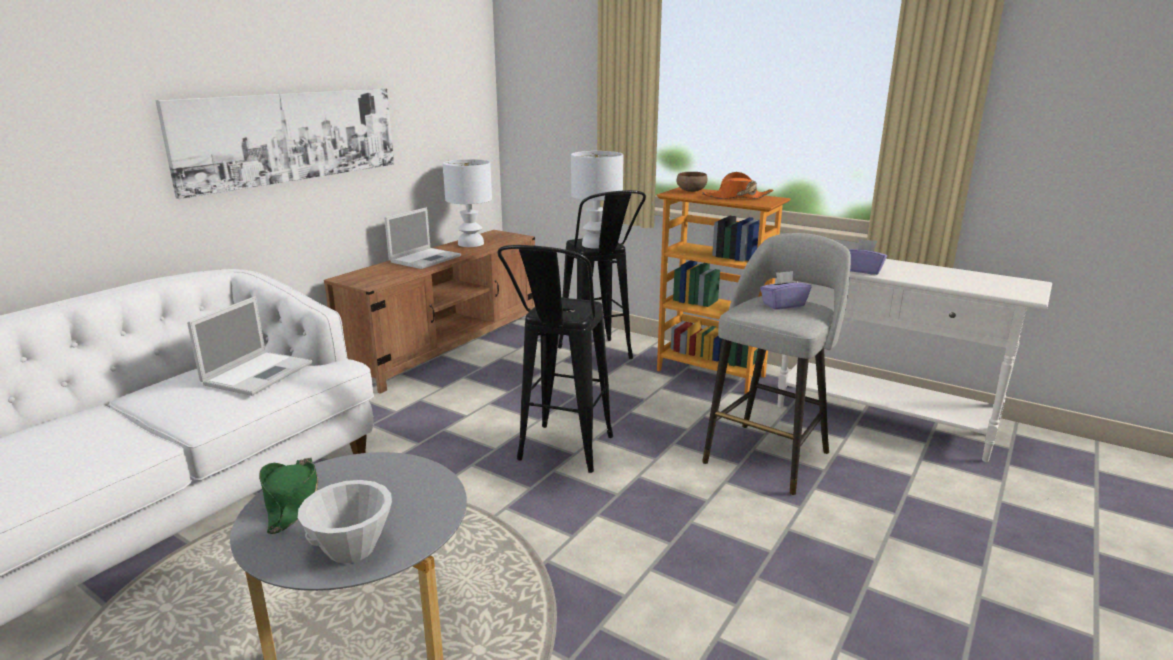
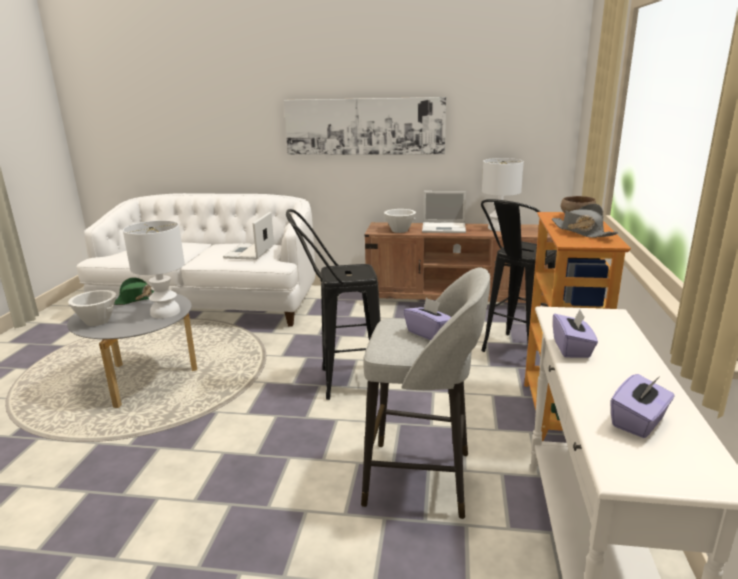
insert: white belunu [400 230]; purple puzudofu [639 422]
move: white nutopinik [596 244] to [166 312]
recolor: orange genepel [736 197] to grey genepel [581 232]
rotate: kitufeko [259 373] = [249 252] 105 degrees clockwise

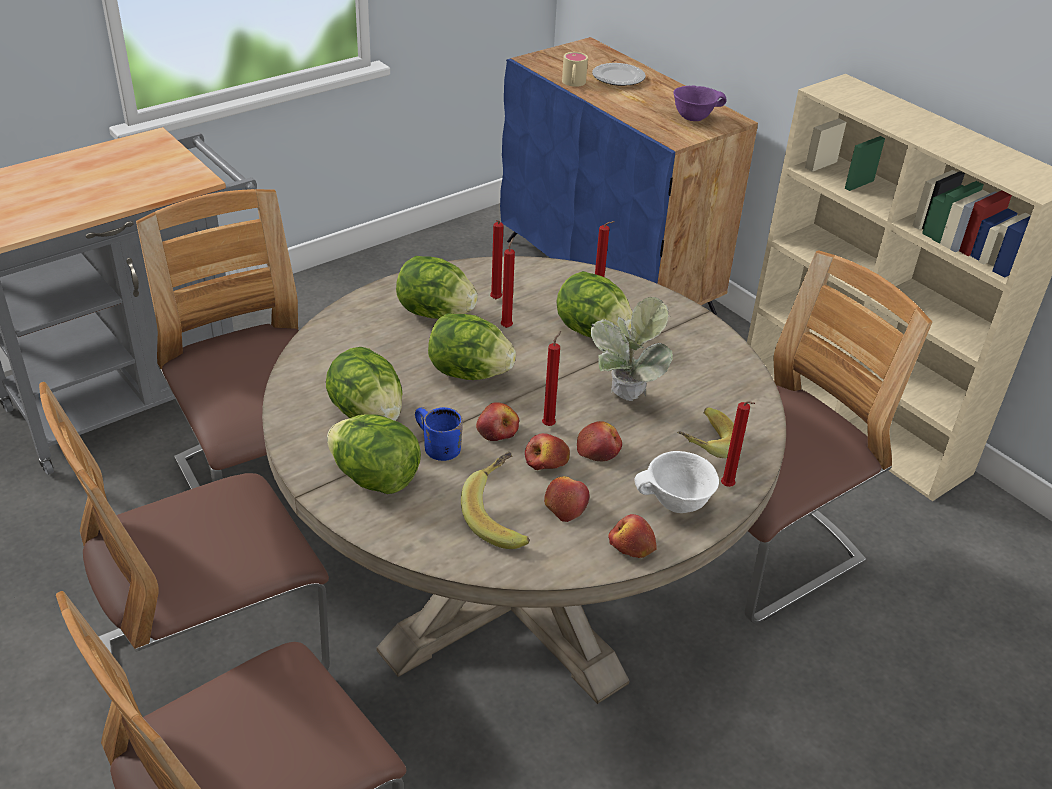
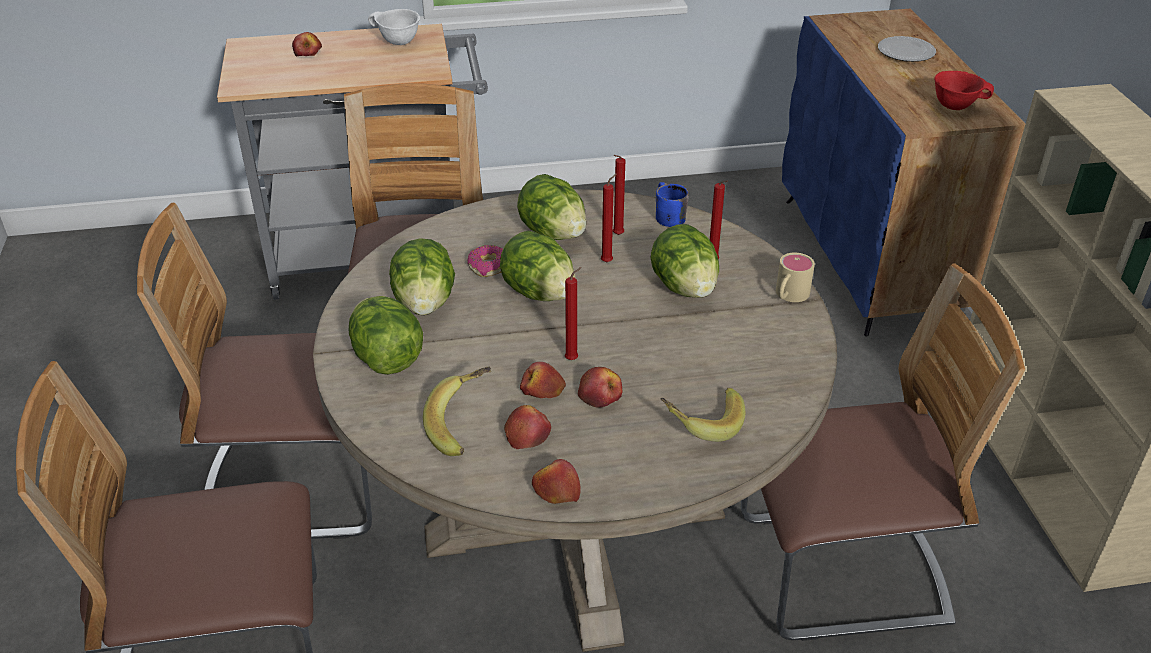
delete: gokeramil [623 402]; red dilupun [728 487]
insert: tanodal [489 267]
move: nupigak [497 430] to [308 53]; white belunu [676 504] to [398 42]; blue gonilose [434 447] to [665 216]; beige gonilose [573 84] to [789 296]
recolor: purple belunu [693 117] to red belunu [955 106]

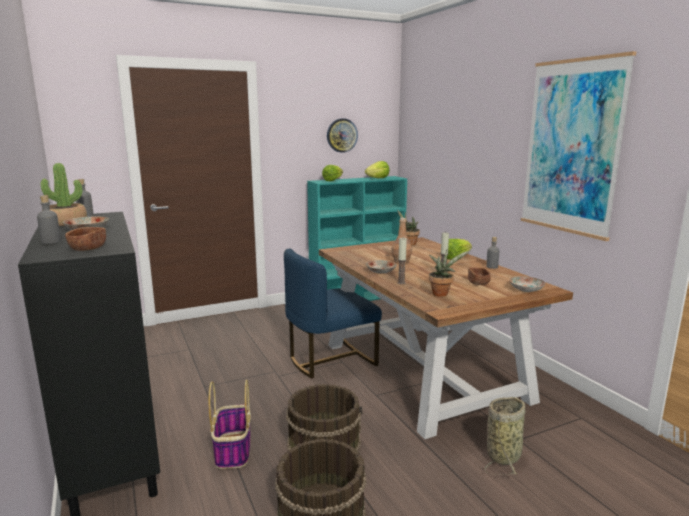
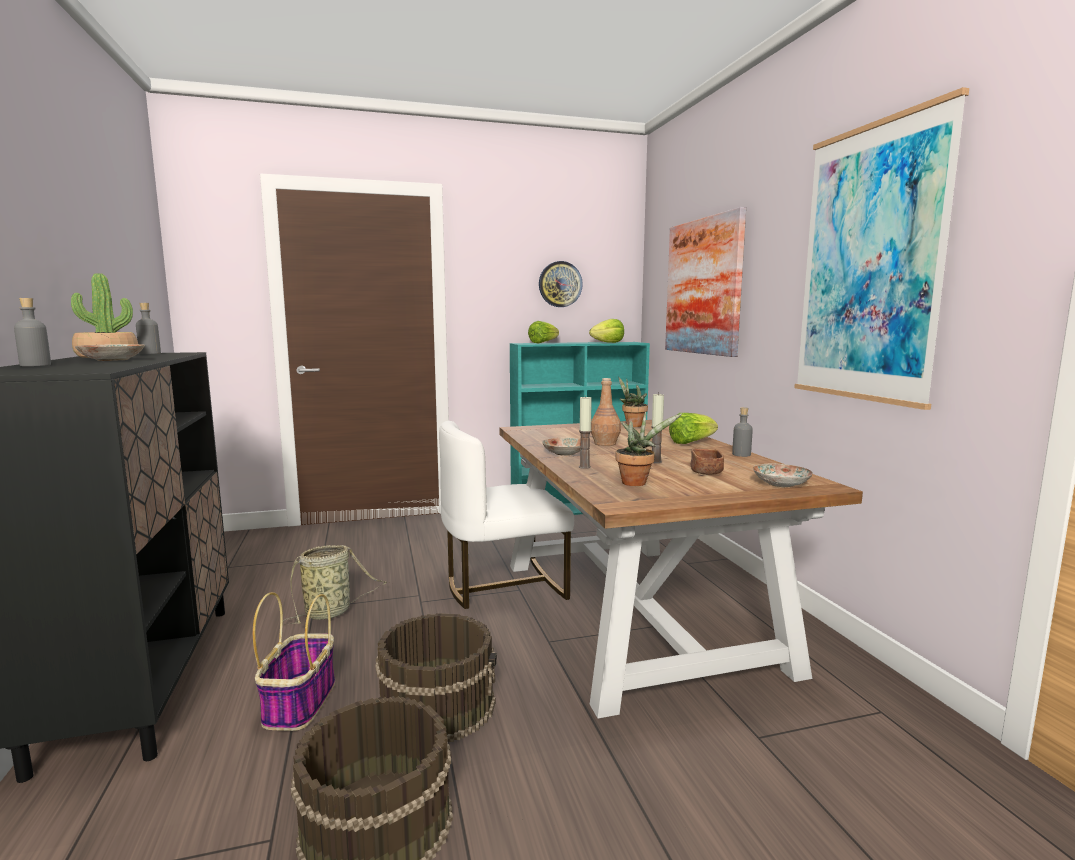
delete: brown belunu [88 248]
insert: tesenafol [703 287]
move: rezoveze [504 454] to [331 612]
recolor: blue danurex [330 360] to white danurex [503 586]

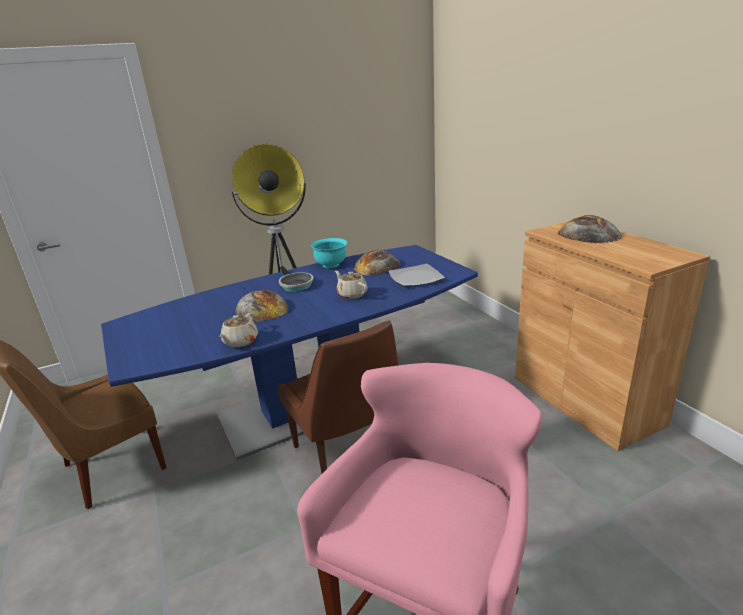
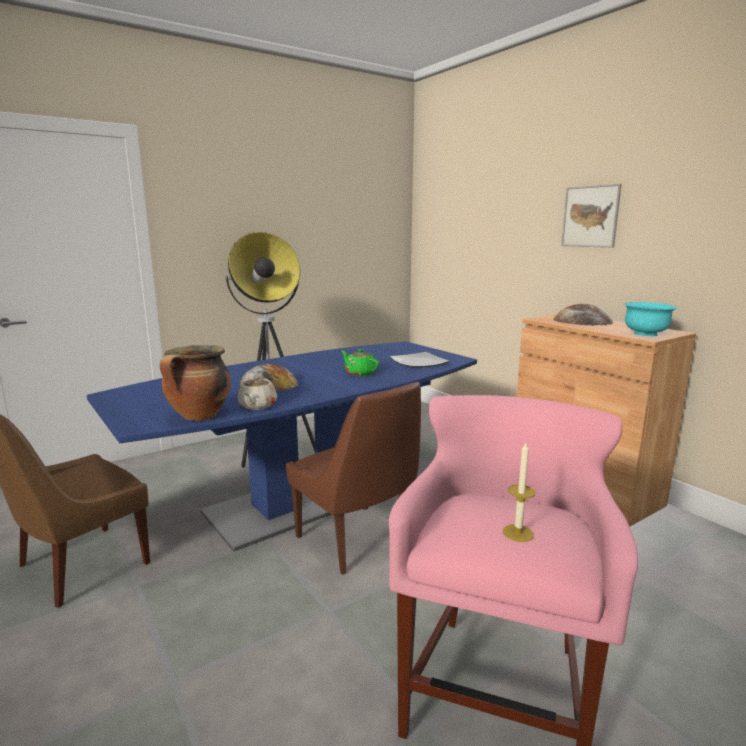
delete: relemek [295 285]; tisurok [377 266]
insert: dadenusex [199 417]; dilupun [518 533]; tesenafol [590 216]
move: turquoise belunu [331 265] to [645 334]
recolor: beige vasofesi [352 294] to green vasofesi [360 373]

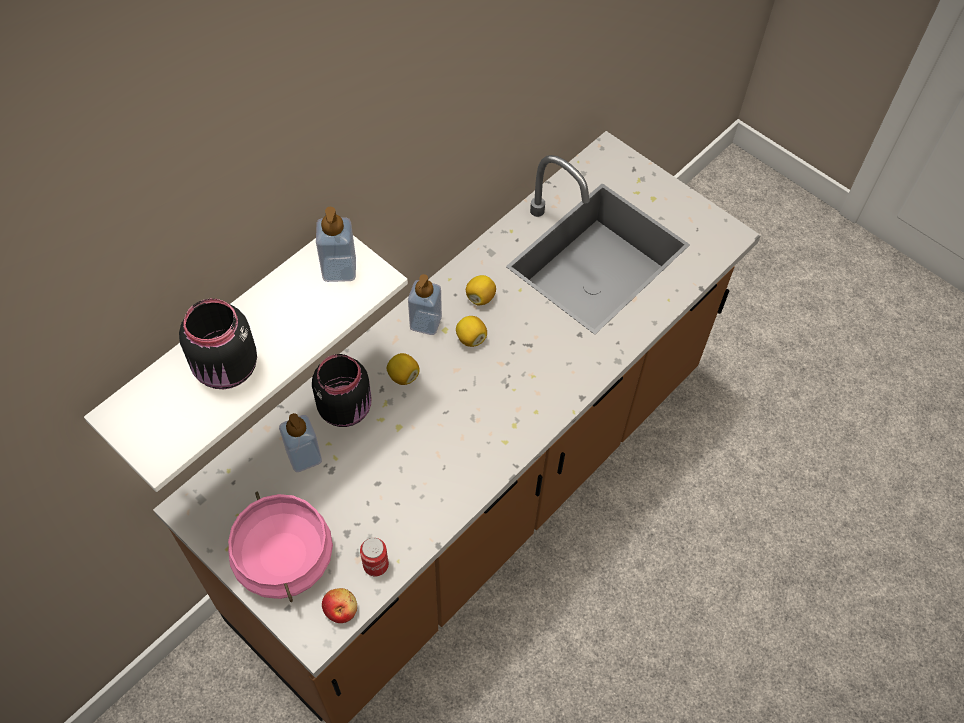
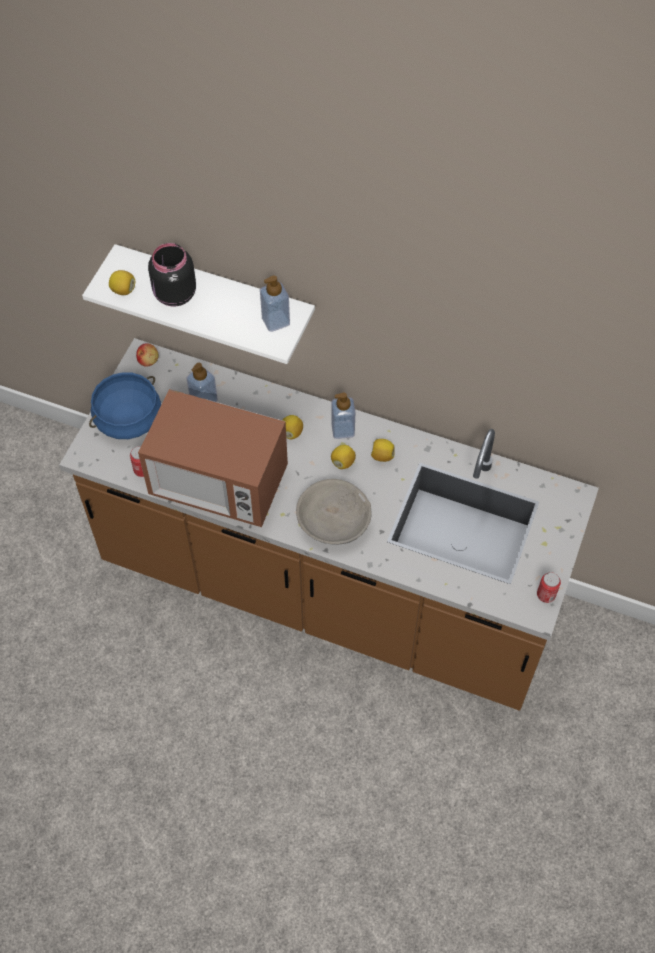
delete: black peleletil [347 408]
insert: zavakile [123 290]; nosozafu [218 483]; grey belunu [333 521]; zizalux [546 595]
move: nupigak [341 609] to [148 360]
recolor: pink dadenusex [283 557] to blue dadenusex [128 418]

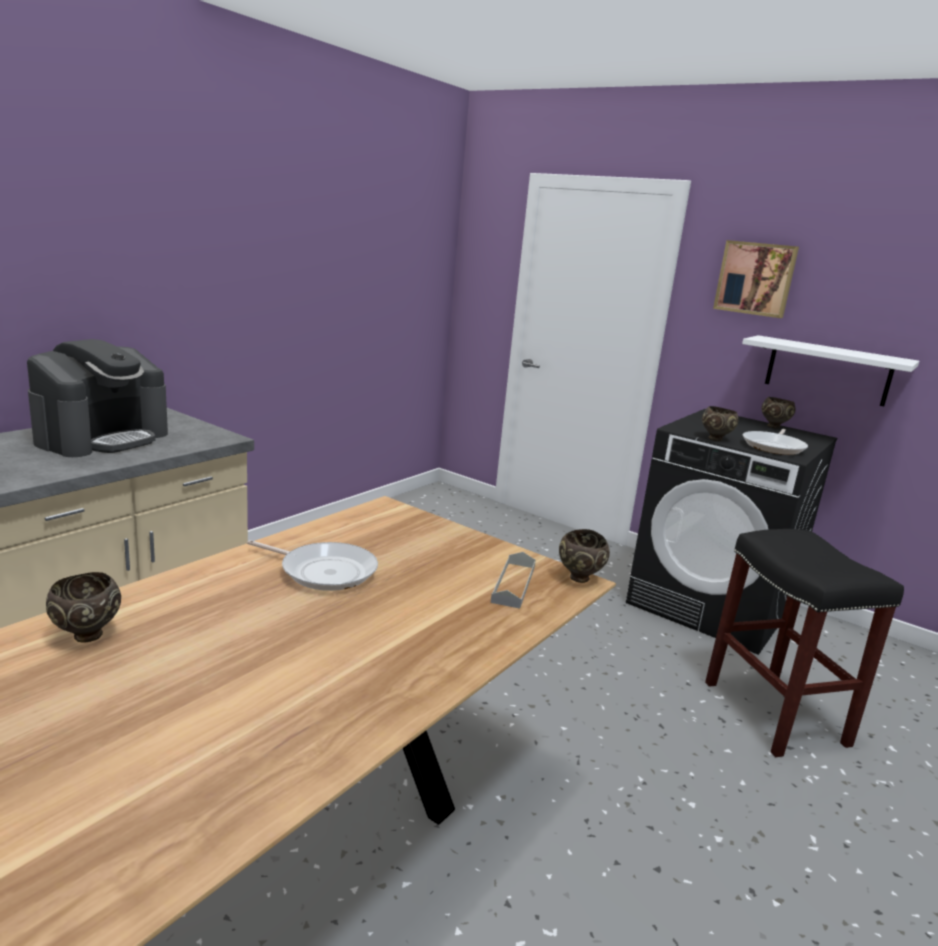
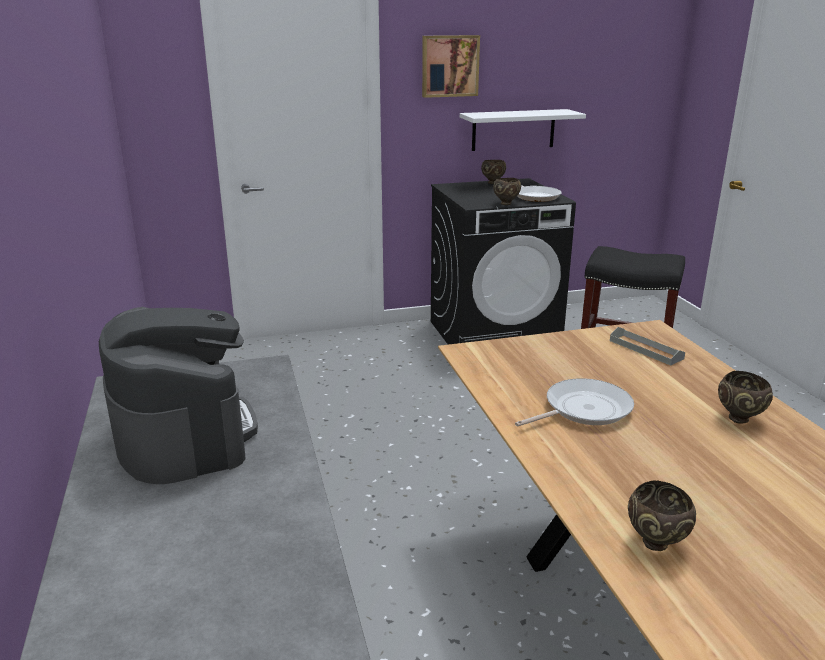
move: brown belunu [579 579] to [740 419]

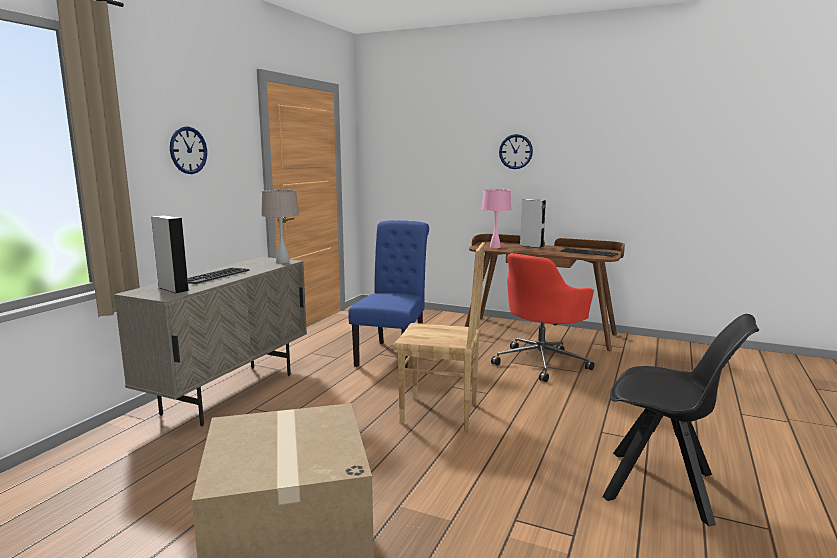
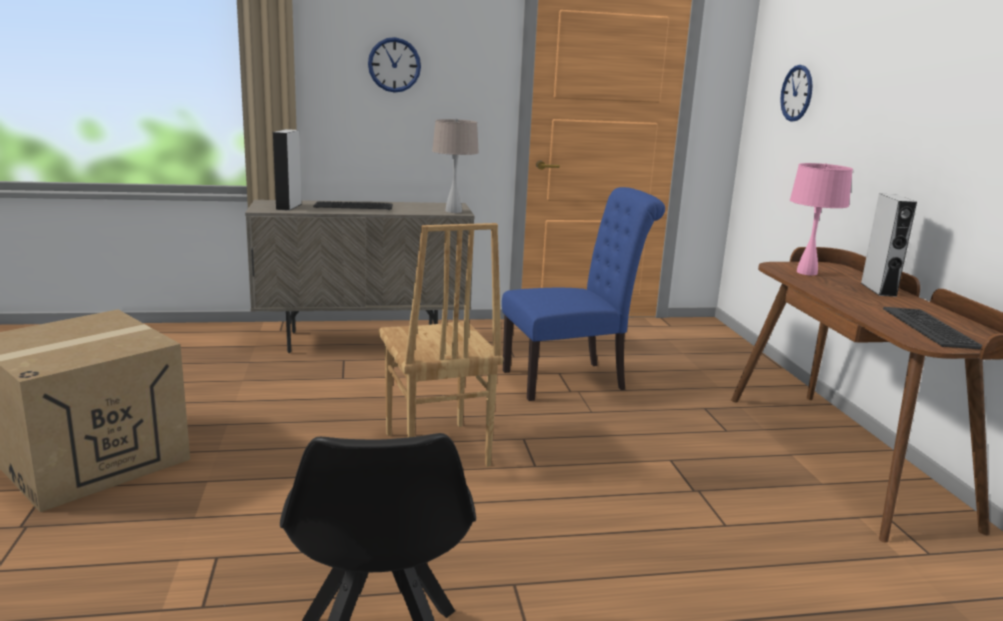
delete: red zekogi [541 362]
move: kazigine [515 151] to [796 93]

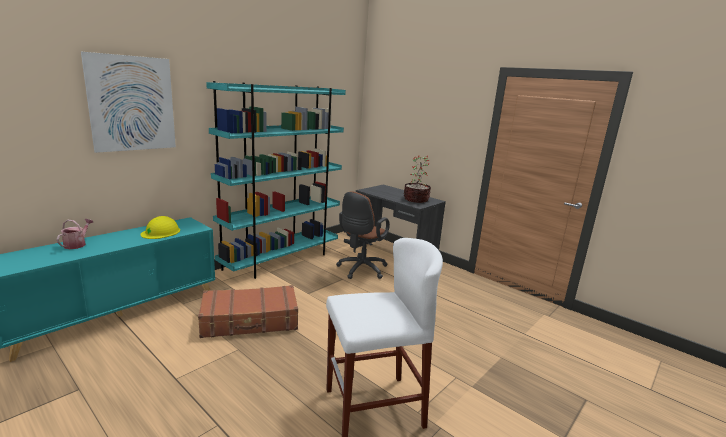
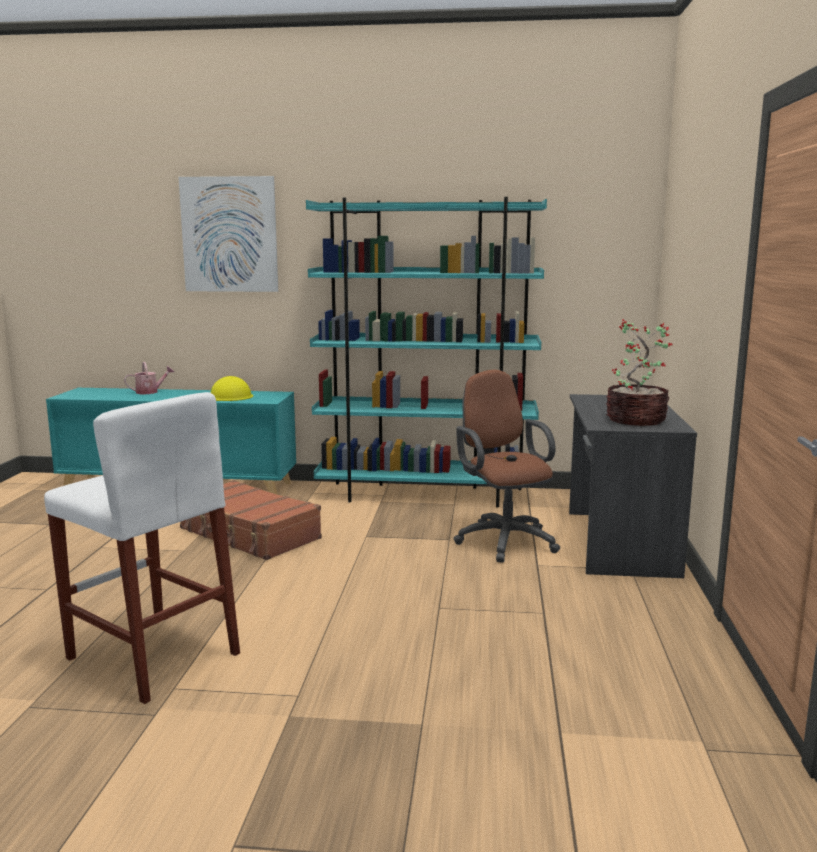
rotate: brown zekogi [360 270] = [503 540] 75 degrees clockwise

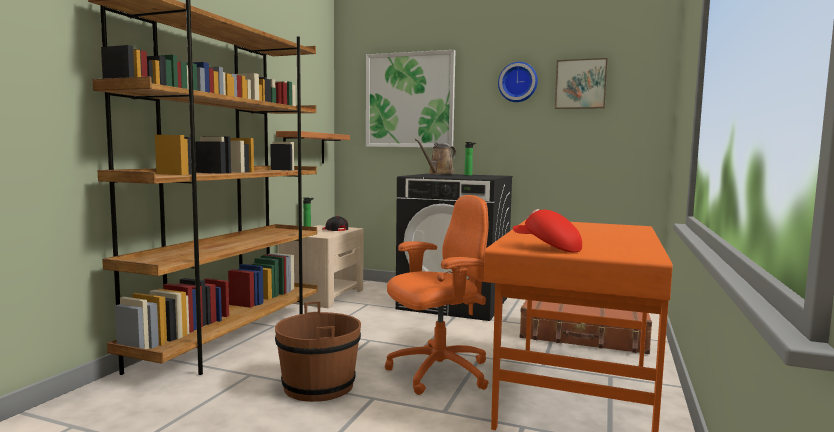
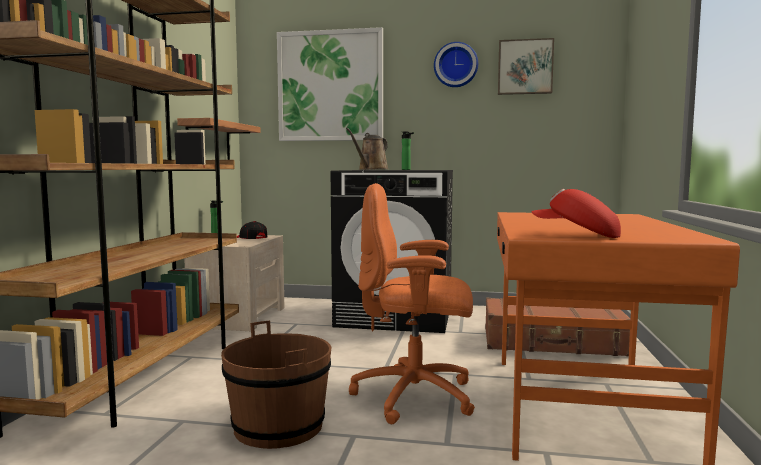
rotate: orange zekogi [438 372] = [416 397] 135 degrees counterclockwise

